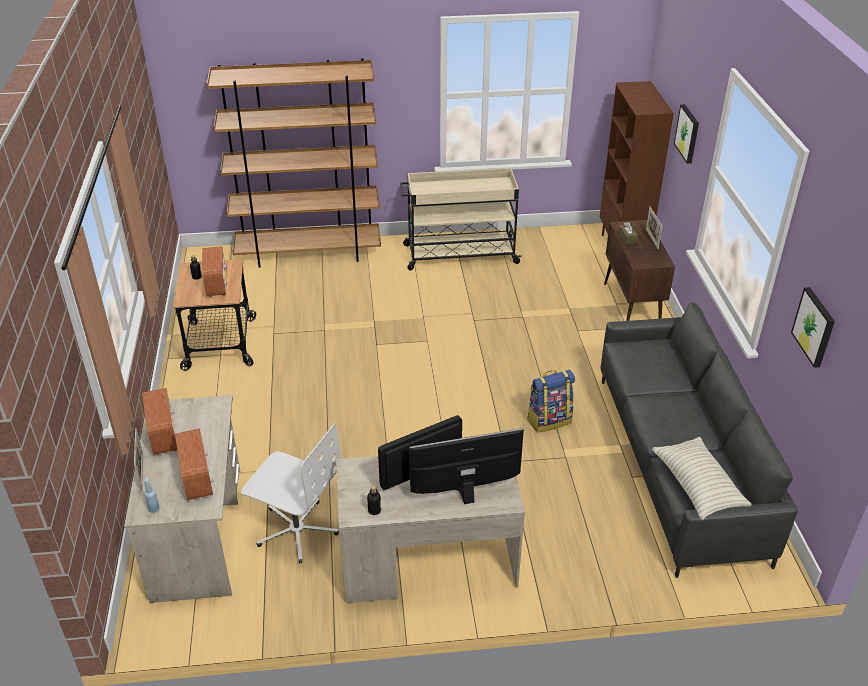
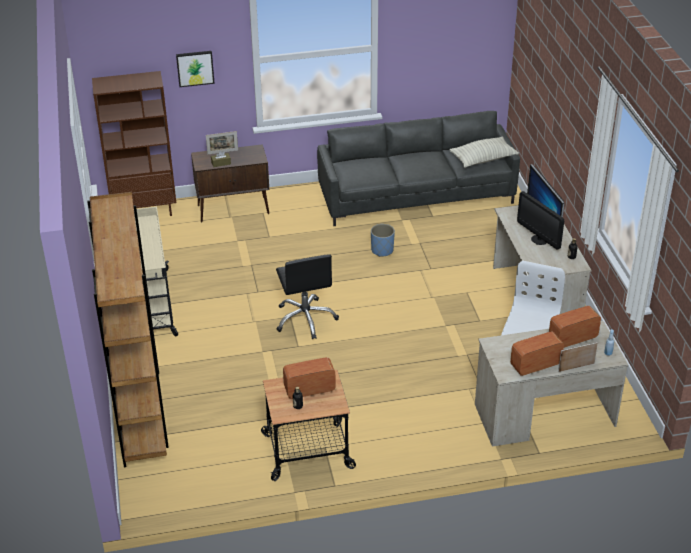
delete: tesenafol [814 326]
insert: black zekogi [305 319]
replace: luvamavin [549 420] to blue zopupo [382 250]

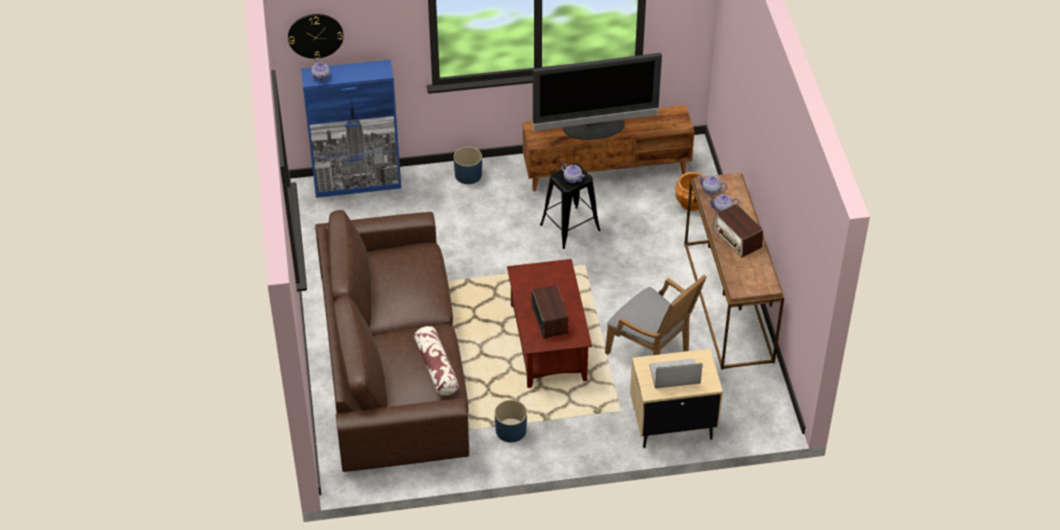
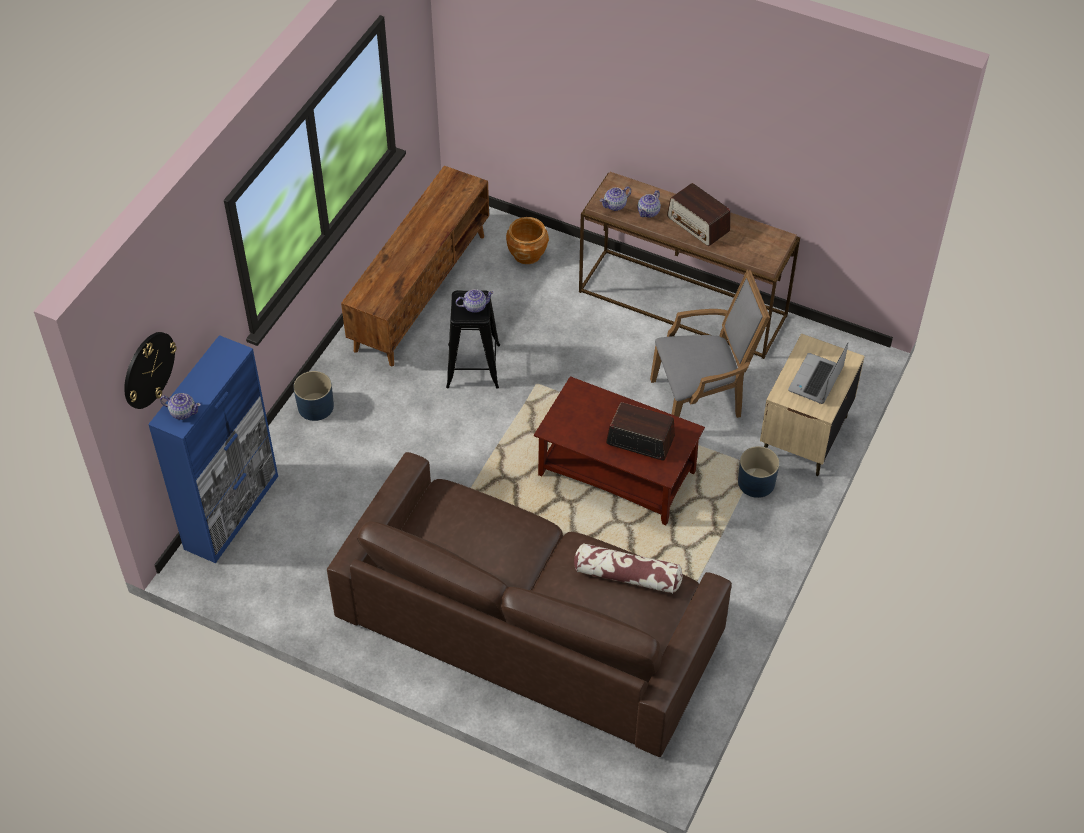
delete: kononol [594 129]
move: blue zopupo [510 430] to [756 483]
rotate: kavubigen [737 238] = [698 224] 45 degrees clockwise

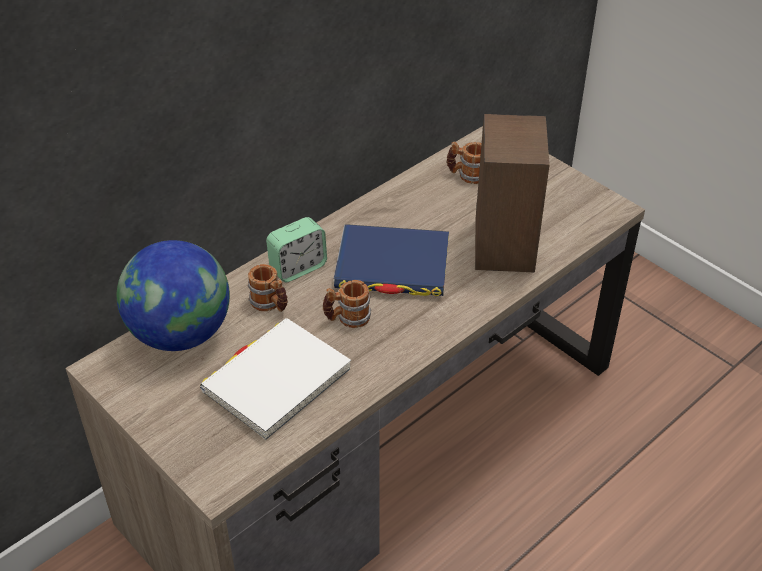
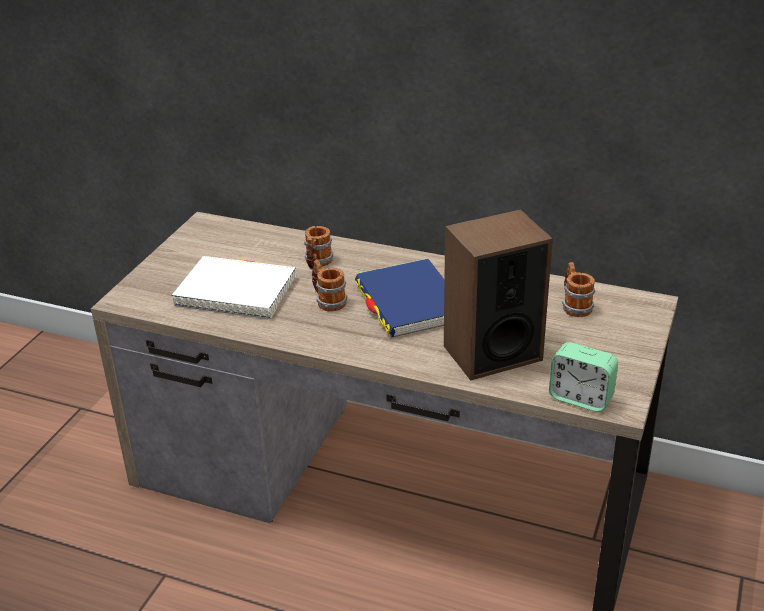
delete: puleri [180 333]
move: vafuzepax [298 268] to [580 398]

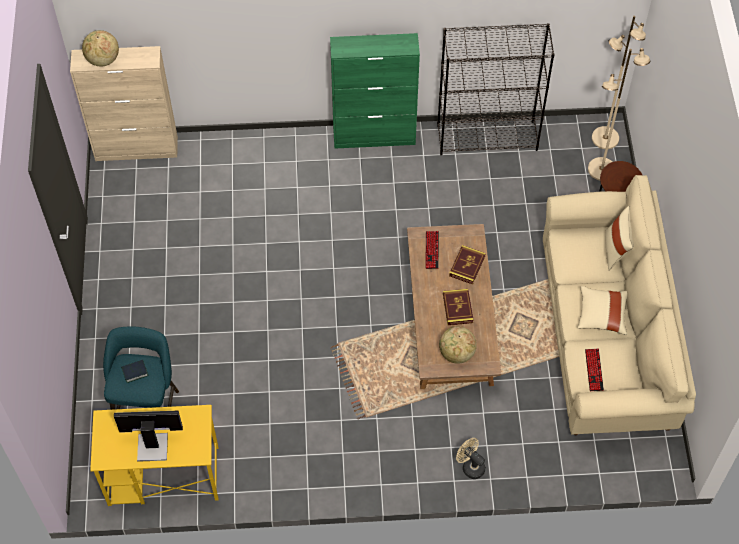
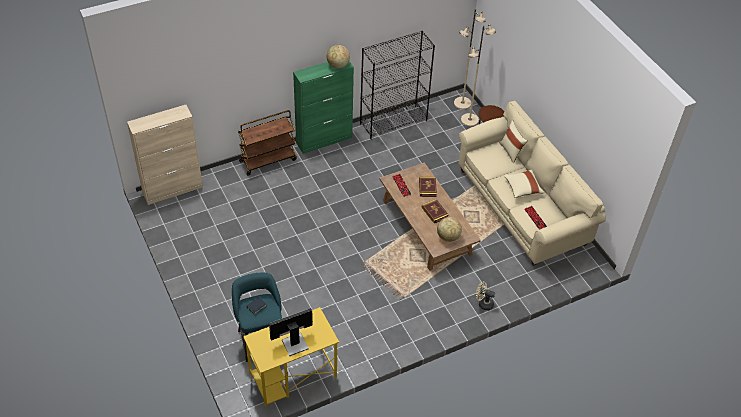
insert: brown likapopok [268 160]
move: puleri [103 60] to [338 65]

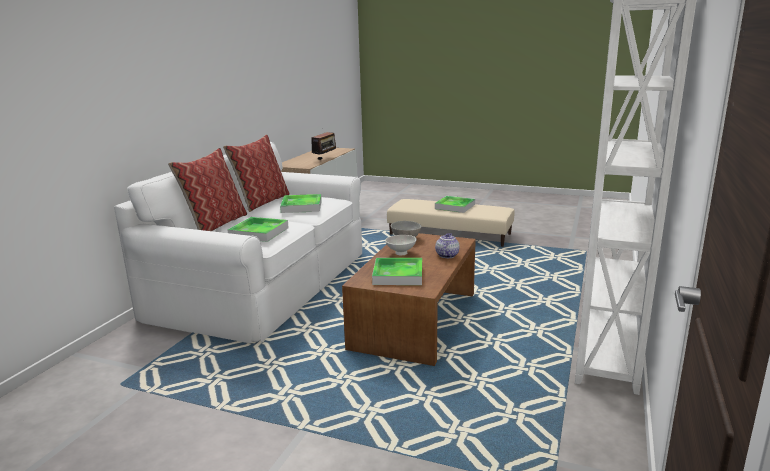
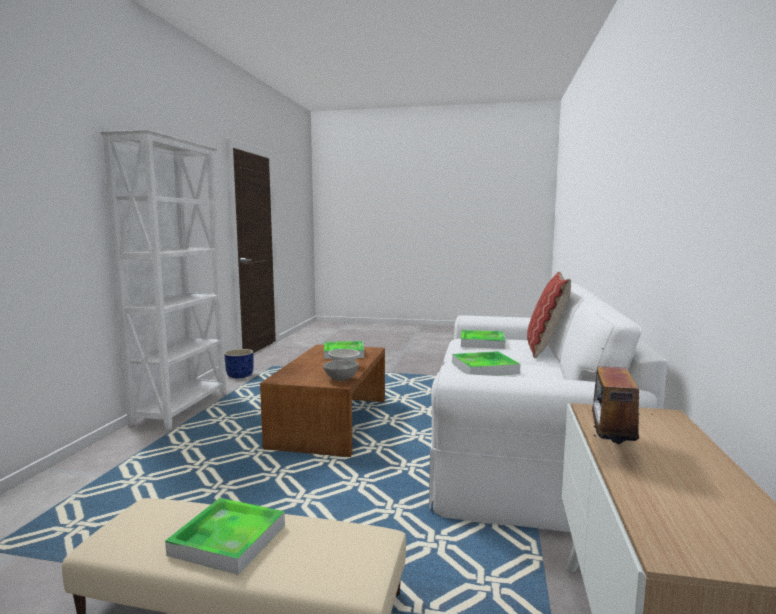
delete: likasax [261 202]; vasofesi [447 255]
insert: blue zopupo [240 375]

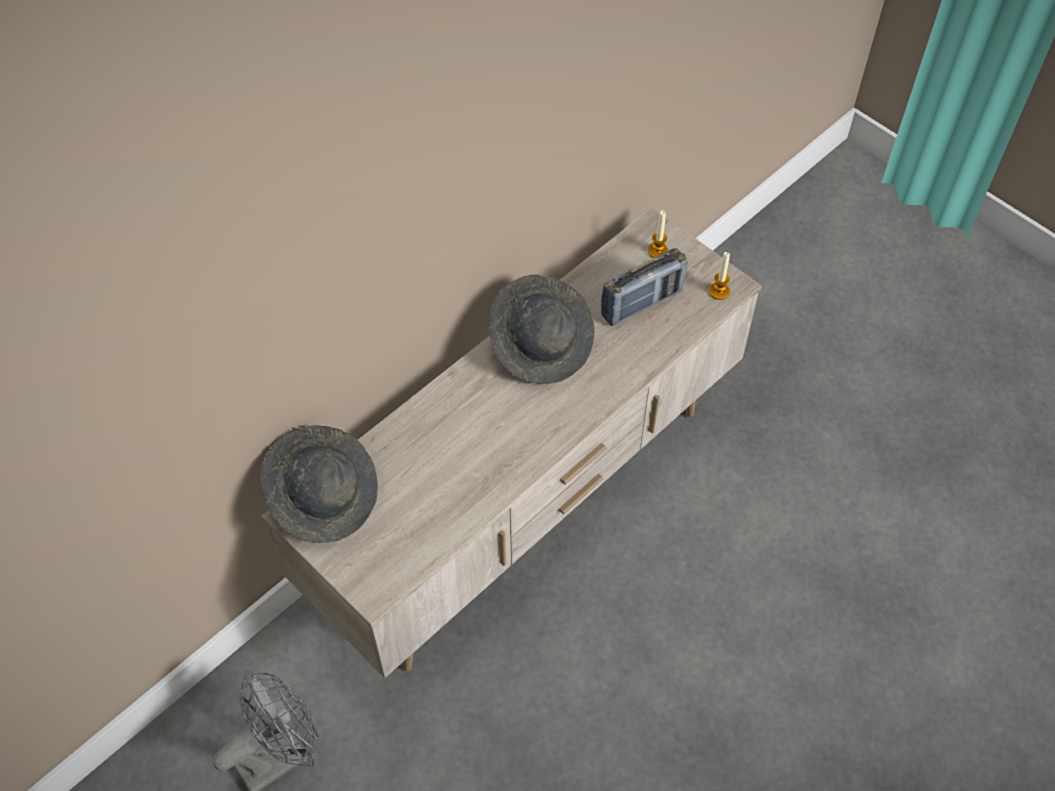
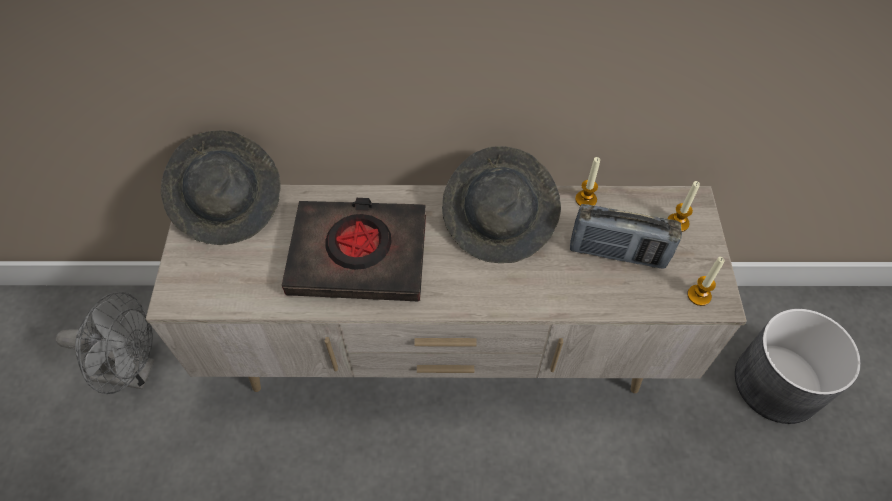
insert: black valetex [359 255]; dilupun [586 199]; grey zopupo [778 383]

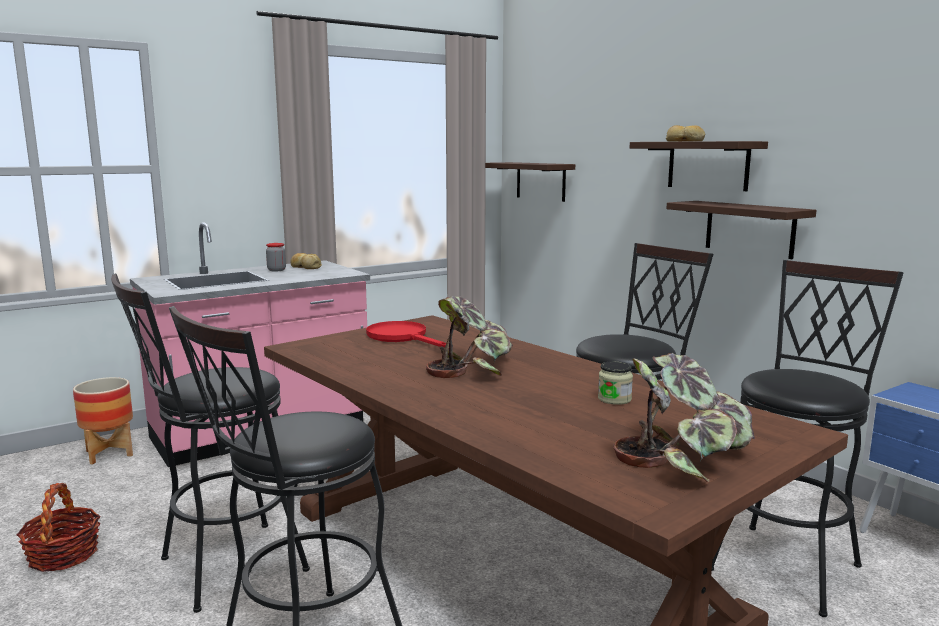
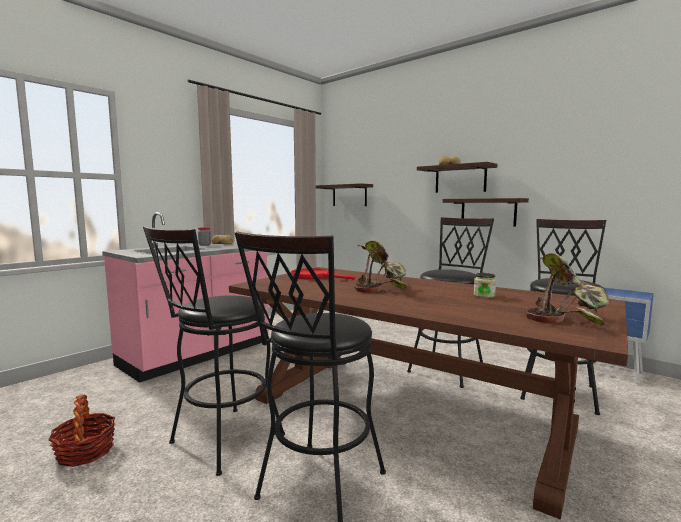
delete: zopupo [109 453]

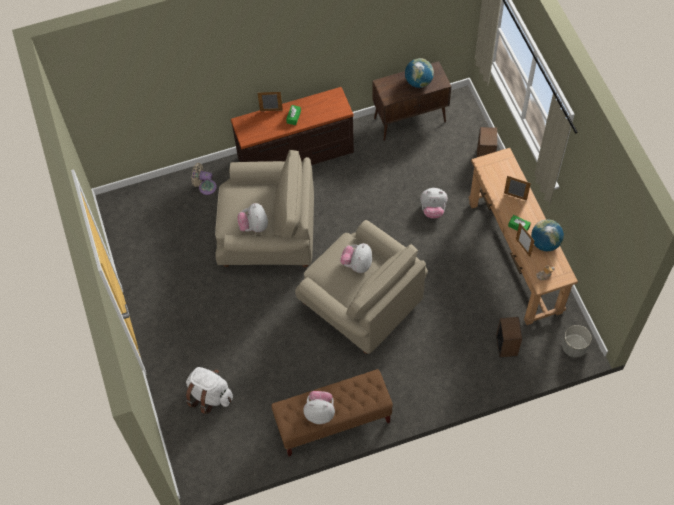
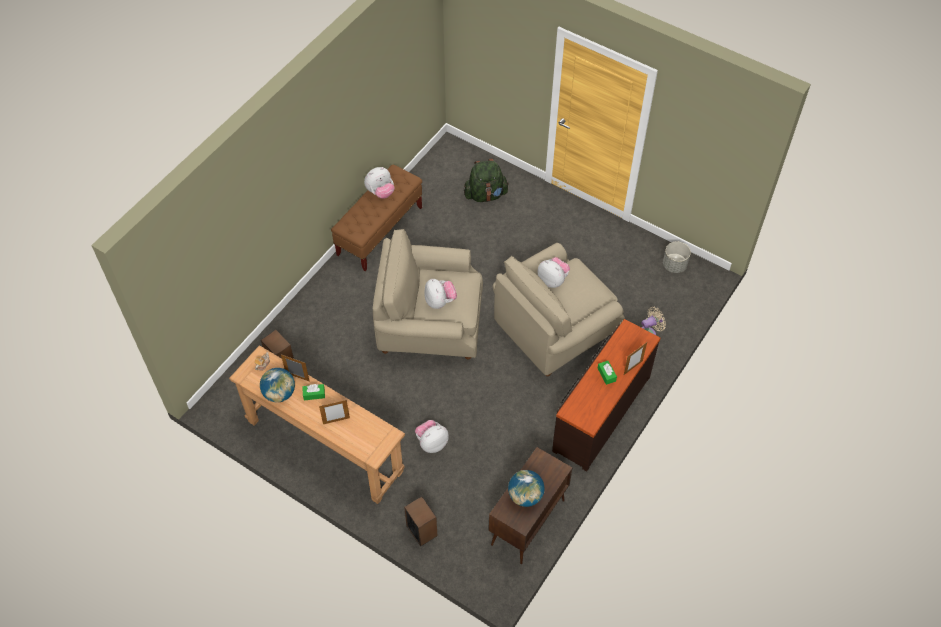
move: grey zopupo [574 347] to [674 265]
recolor: white luvamavin [210 395] to green luvamavin [485 194]

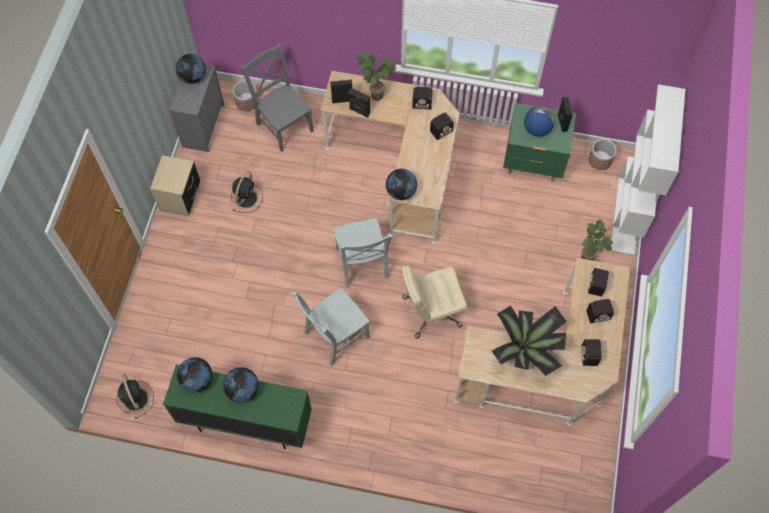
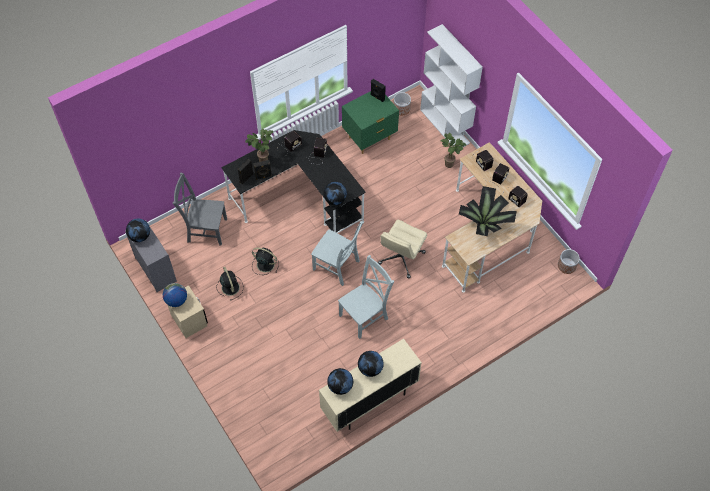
move: puleri [537 129] to [176 300]; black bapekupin [135 398] to [264 264]; zopupo [247 102] to [567 265]
recolor: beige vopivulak [400 166] to black vopivulak [299 197]; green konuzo [246 423] to beige konuzo [369 401]
rotate: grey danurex [334 336] = [365 316] 135 degrees counterclockwise

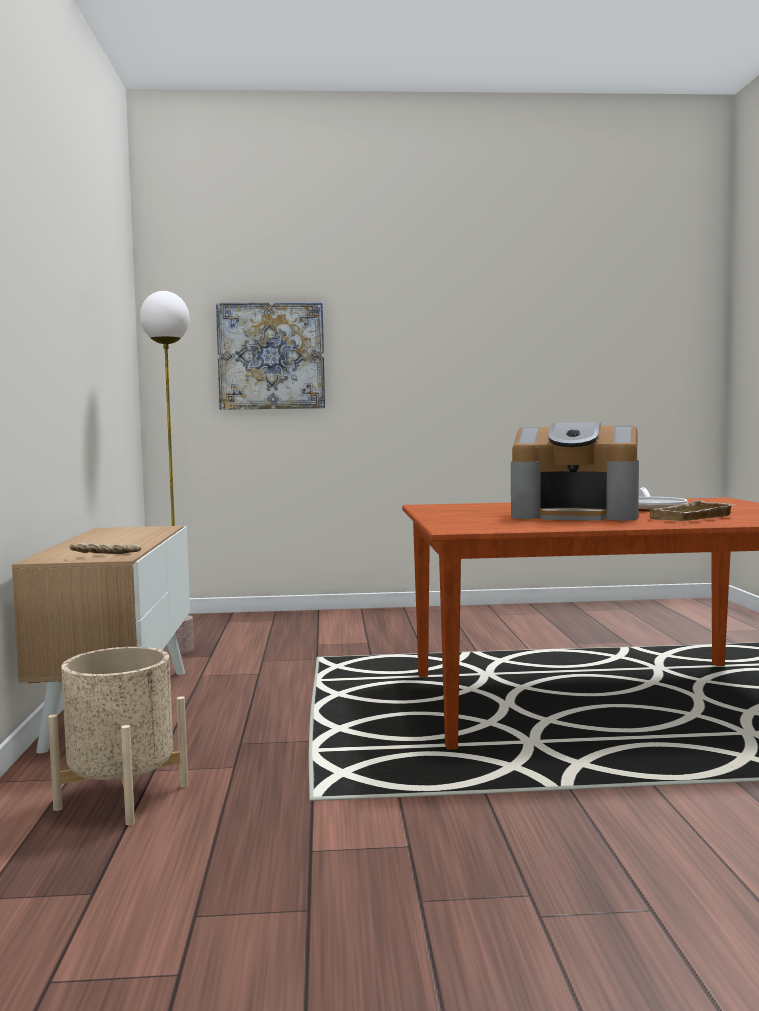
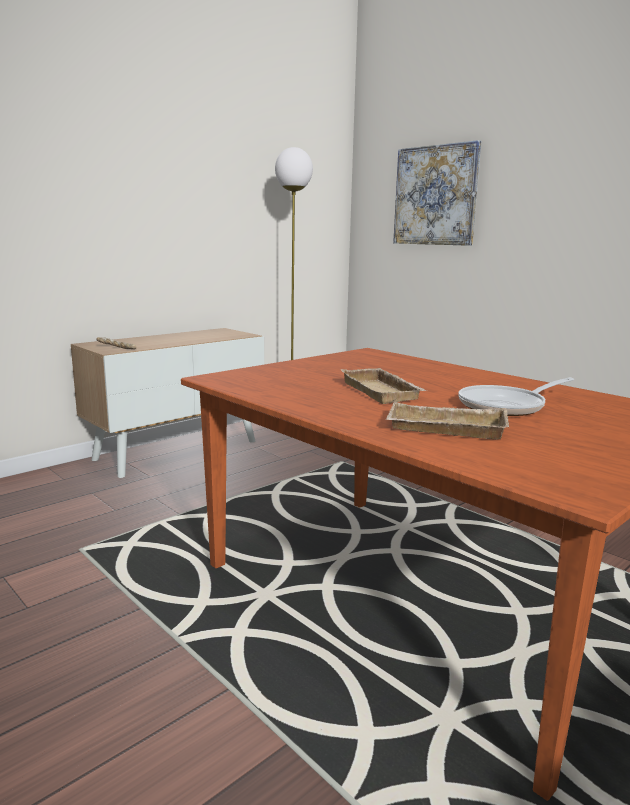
delete: beige zopupo [122 797]
replace: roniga [575 515] to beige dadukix [383 392]

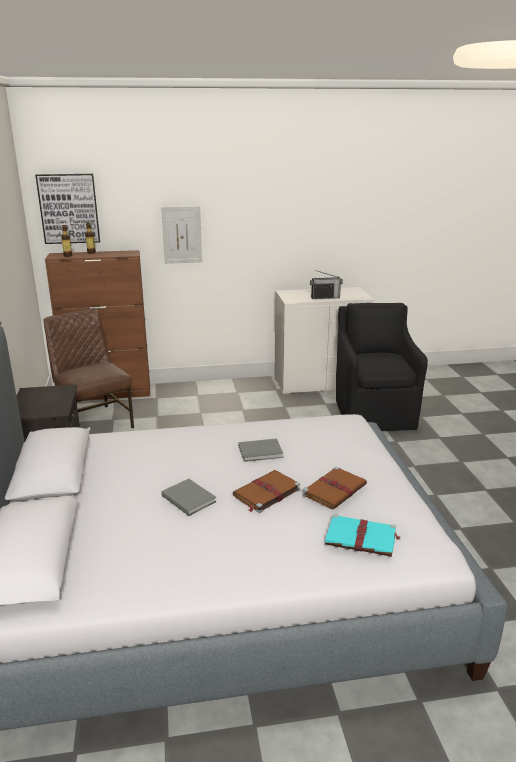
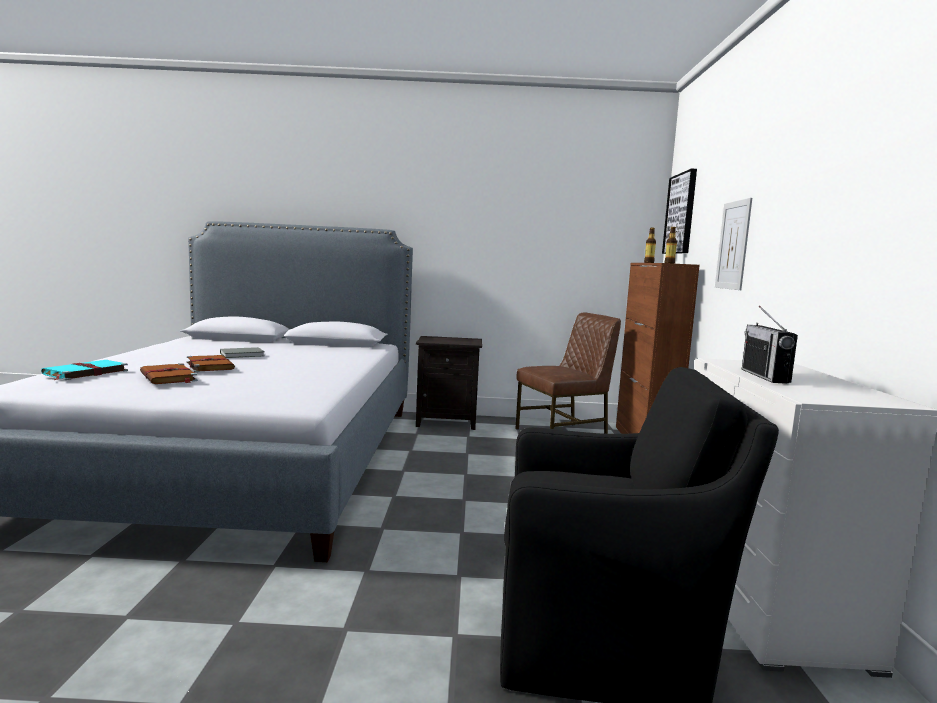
delete: grey valetex [261 452]

